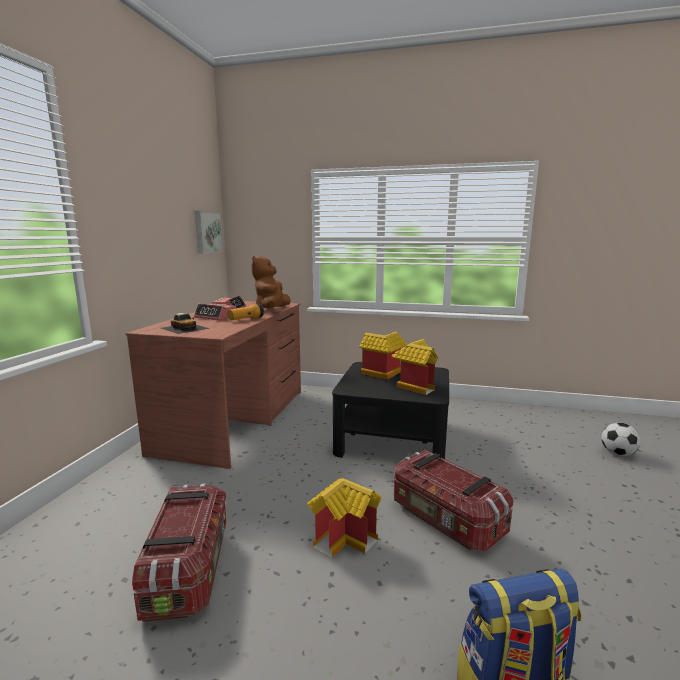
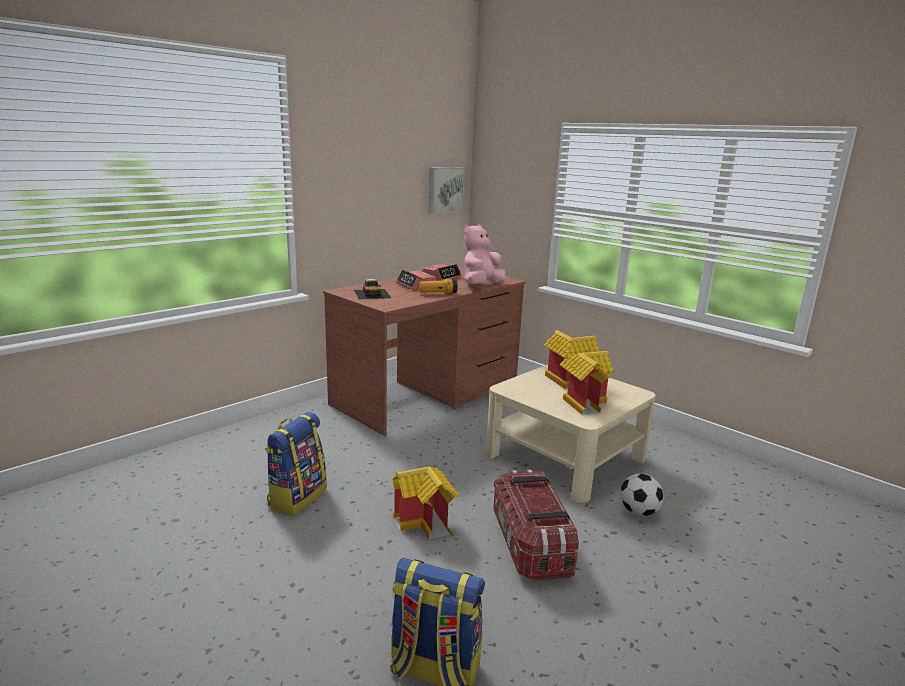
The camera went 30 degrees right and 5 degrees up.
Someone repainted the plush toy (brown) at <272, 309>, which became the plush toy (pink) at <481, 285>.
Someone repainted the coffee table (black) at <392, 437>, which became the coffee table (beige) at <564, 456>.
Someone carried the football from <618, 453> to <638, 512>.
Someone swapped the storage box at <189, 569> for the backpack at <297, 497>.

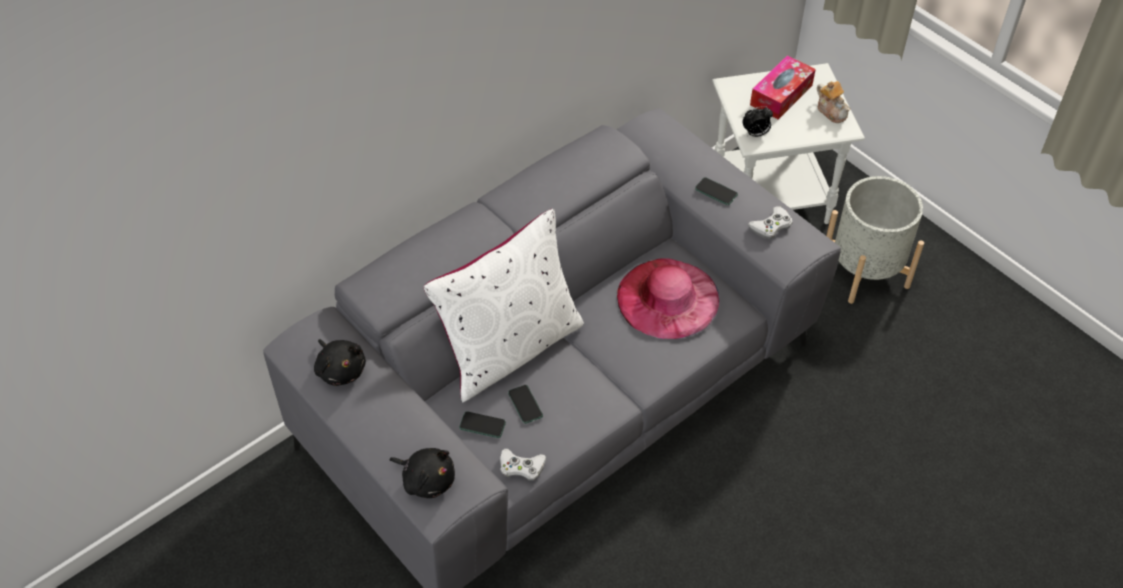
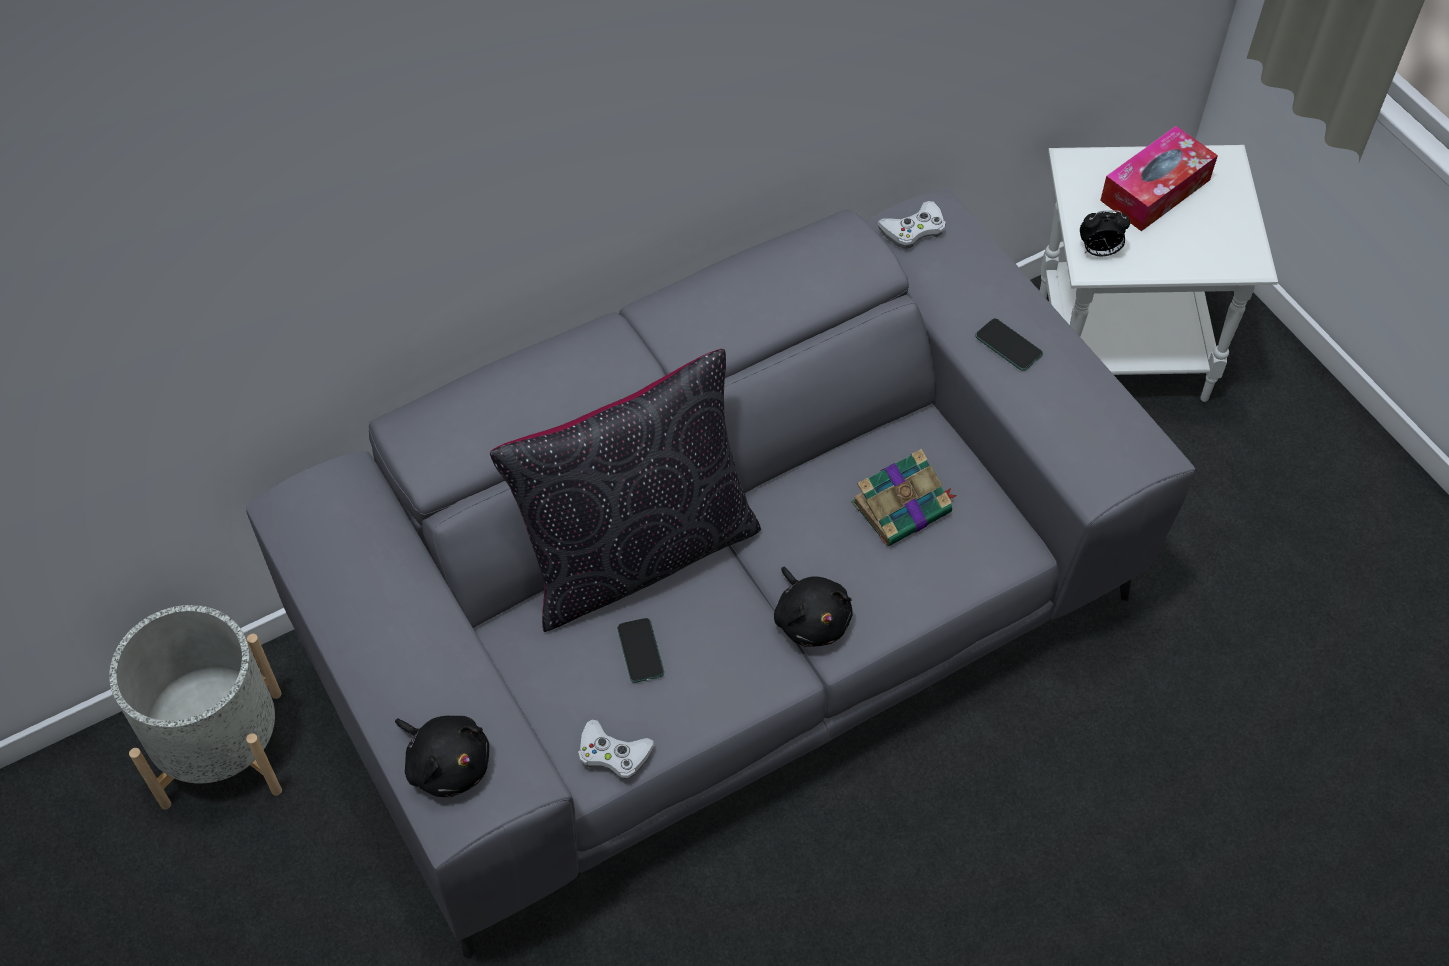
The camera went 10 degrees right and 5 degrees up.
Someone took away the teapot at <832, 111>.
Someone carried the planter (grey) from <865, 271> to <222, 748>.
Someone carried the game controller (white) from <771, 226> to <913, 230>.
Someone repainted the pillow (white) at <509, 348>, which became the pillow (black) at <637, 552>.
Someone swapped the hat (pink) at <668, 298> for the book at <903, 507>.
Someone carried the plush toy (black) from <340, 369> to <811, 619>.
Someone took away the phone at <482, 425>.

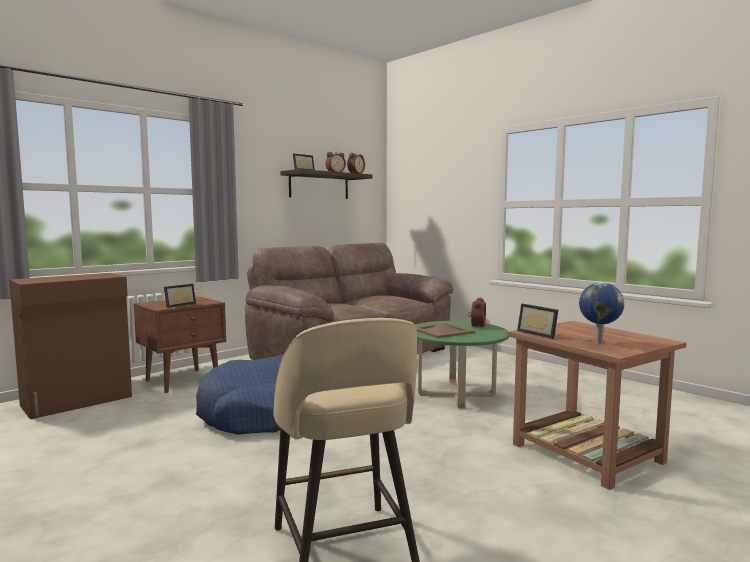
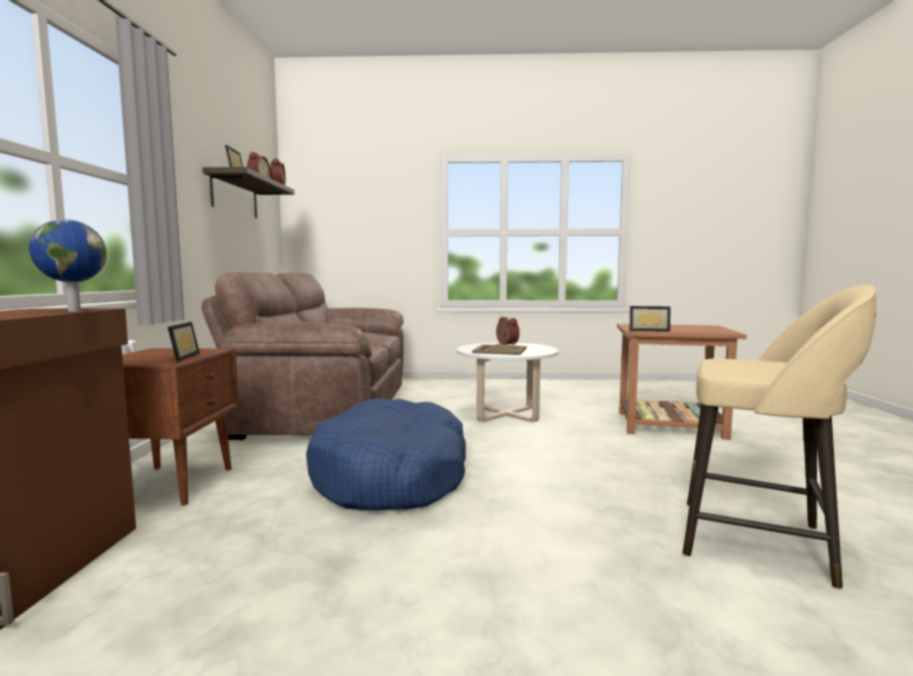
The camera went 45 degrees left and 0 degrees up.
Someone carried the globe from <598, 342> to <73, 311>.
Someone repainted the coffee table (green) at <456, 395>, which became the coffee table (white) at <506, 414>.

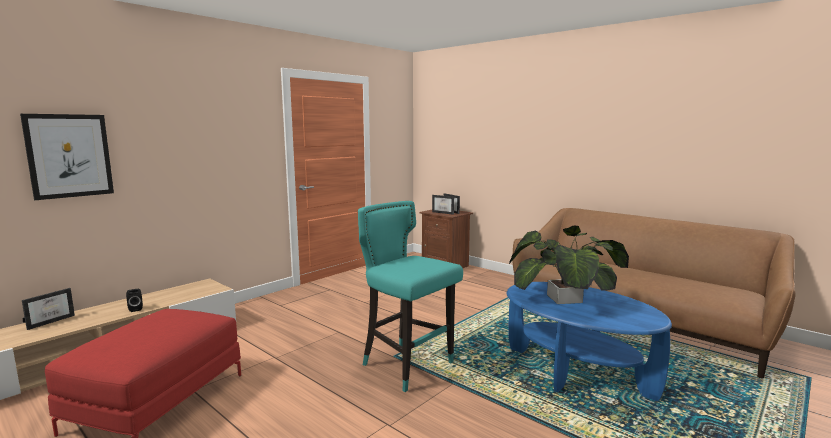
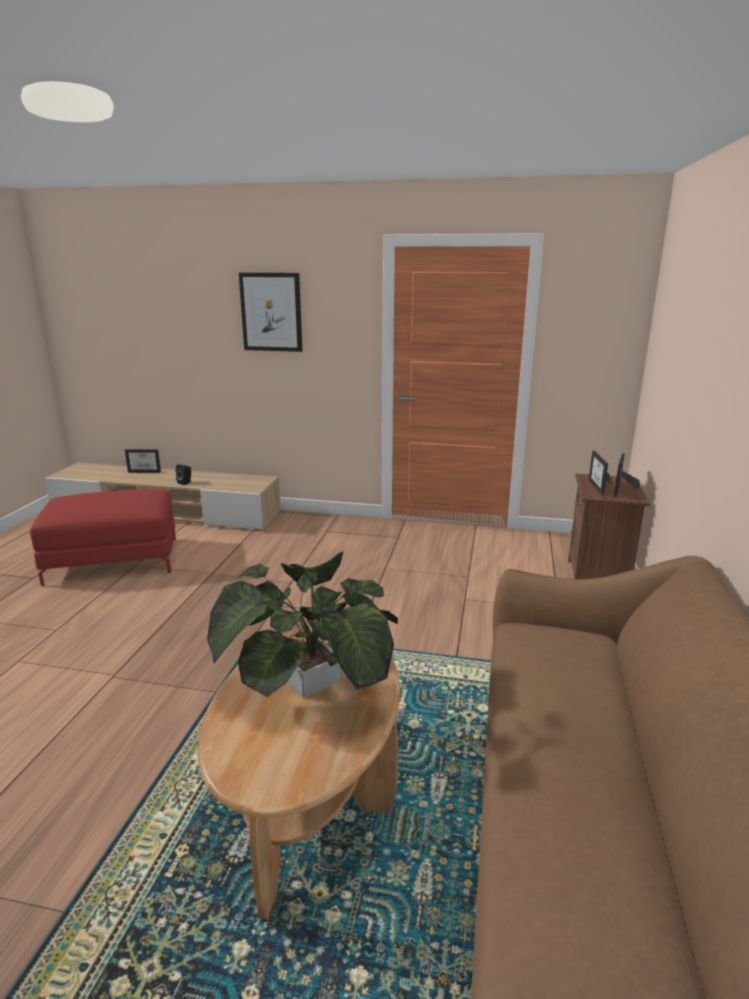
The camera went 60 degrees right and 10 degrees up.
Someone carried the picture from <69, 156> to <271, 312>.
Someone took away the stool (turquoise) at <407, 366>.
Someone repainted the coffee table (blue) at <577, 373>, which became the coffee table (brown) at <310, 799>.

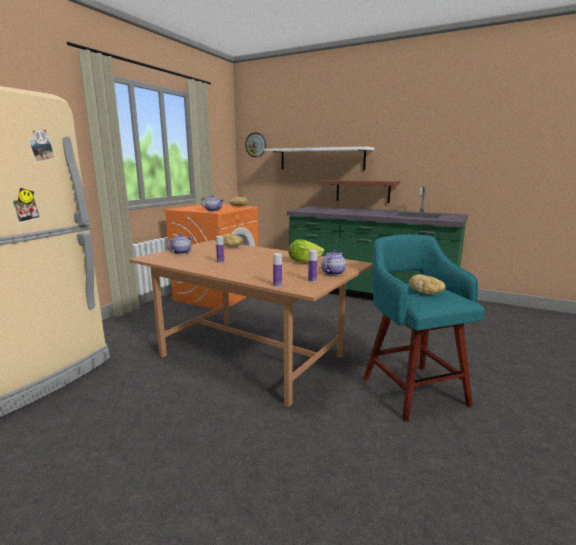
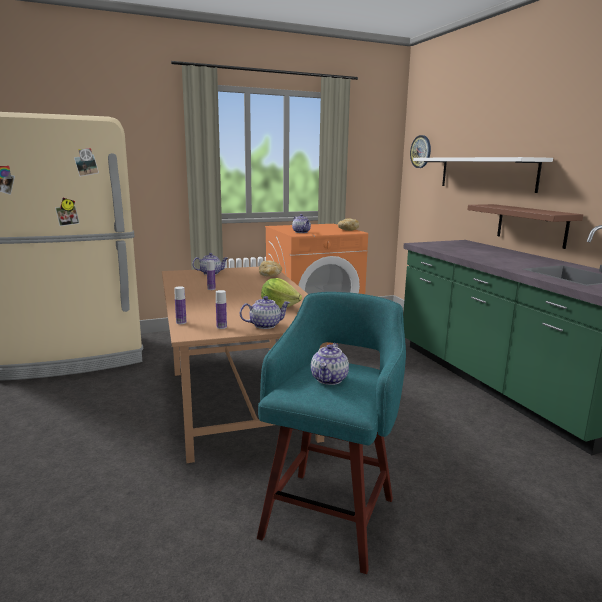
The camera went 40 degrees right and 0 degrees up.
Someone swapped the bread at <426, 292> for the teapot at <329, 379>.

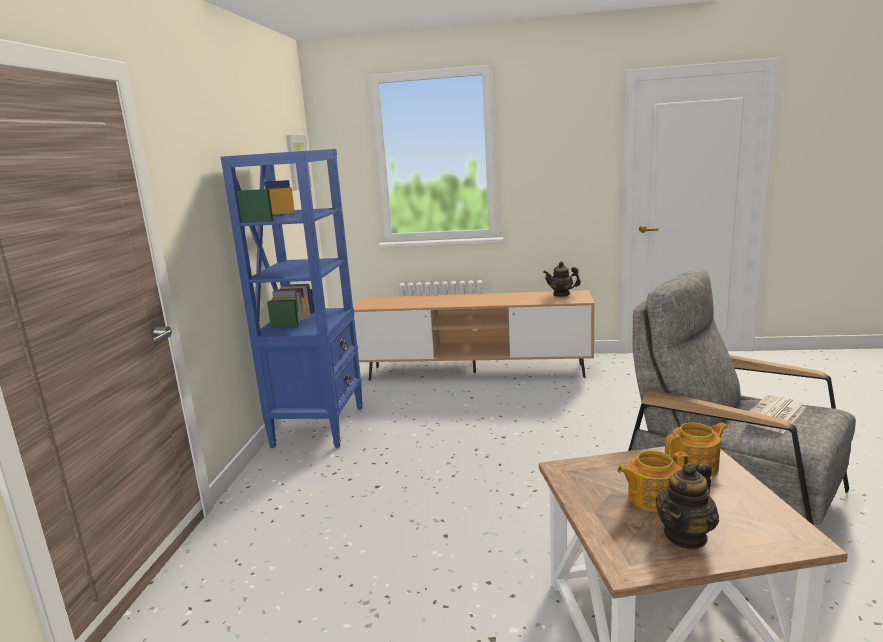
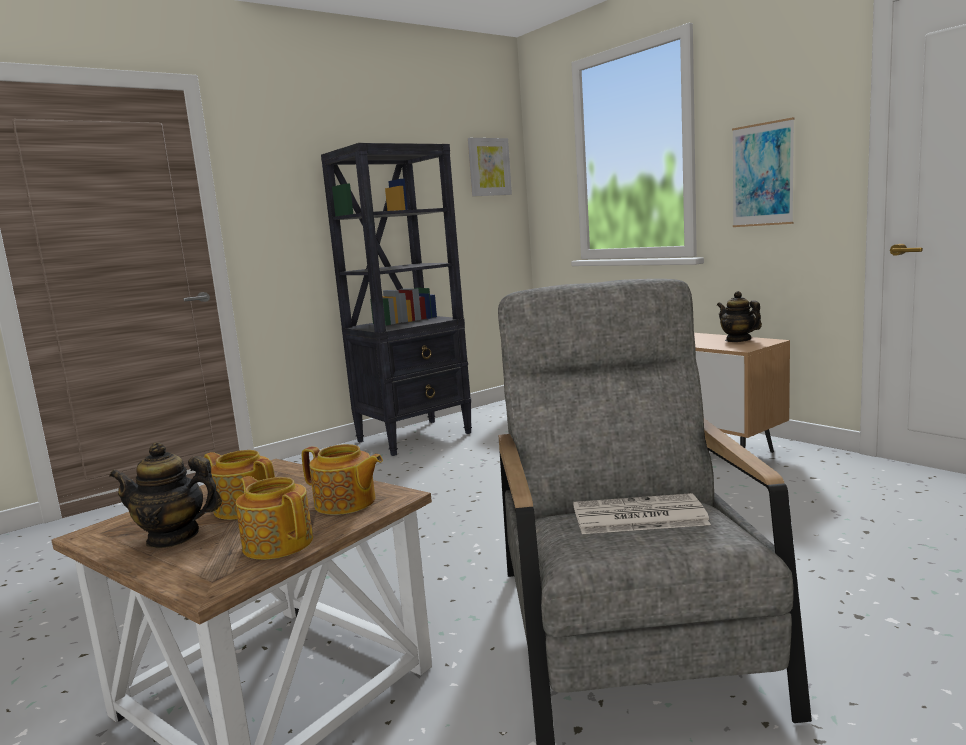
The camera went 45 degrees right and 5 degrees down.
Someone repainted the bookcase (blue) at <319, 426>, which became the bookcase (black) at <415, 437>.
Someone put up the picture at <762, 175>.
Someone put down the teapot at <278, 543>.

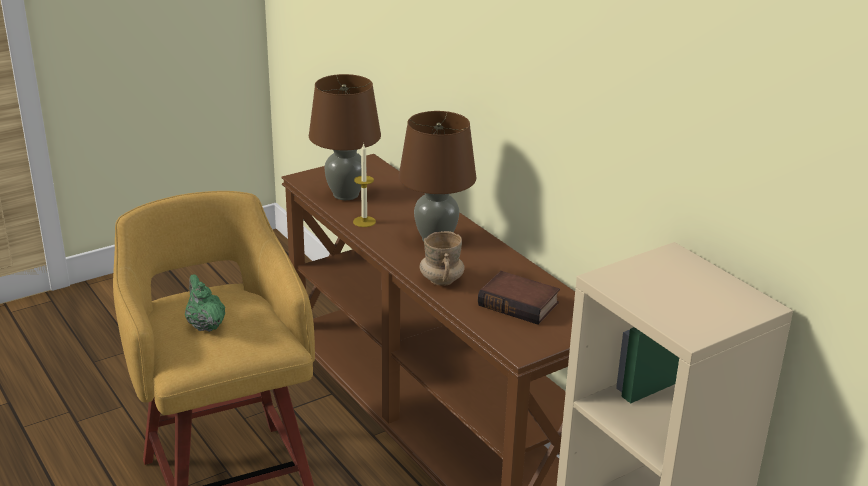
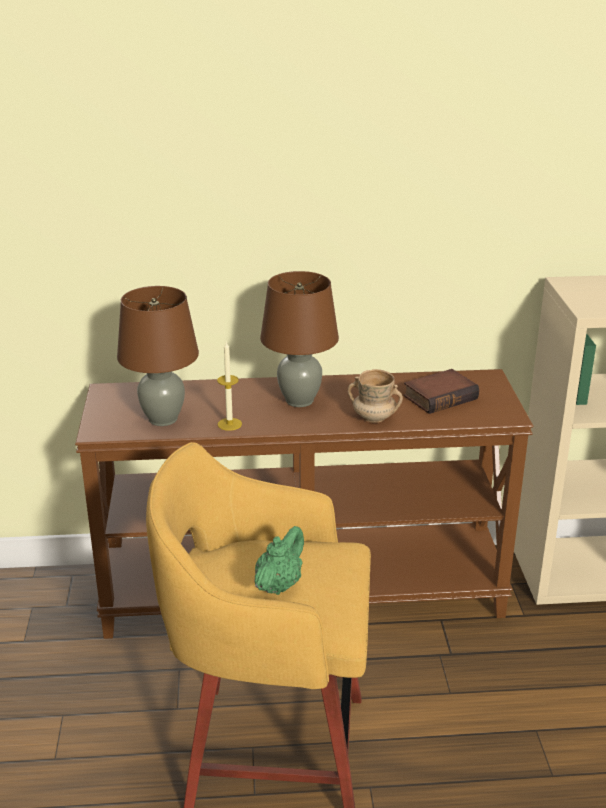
The camera went 60 degrees left and 0 degrees up.
Someone rotated the teapot (green) at <205, 325> by 120 degrees clockwise.

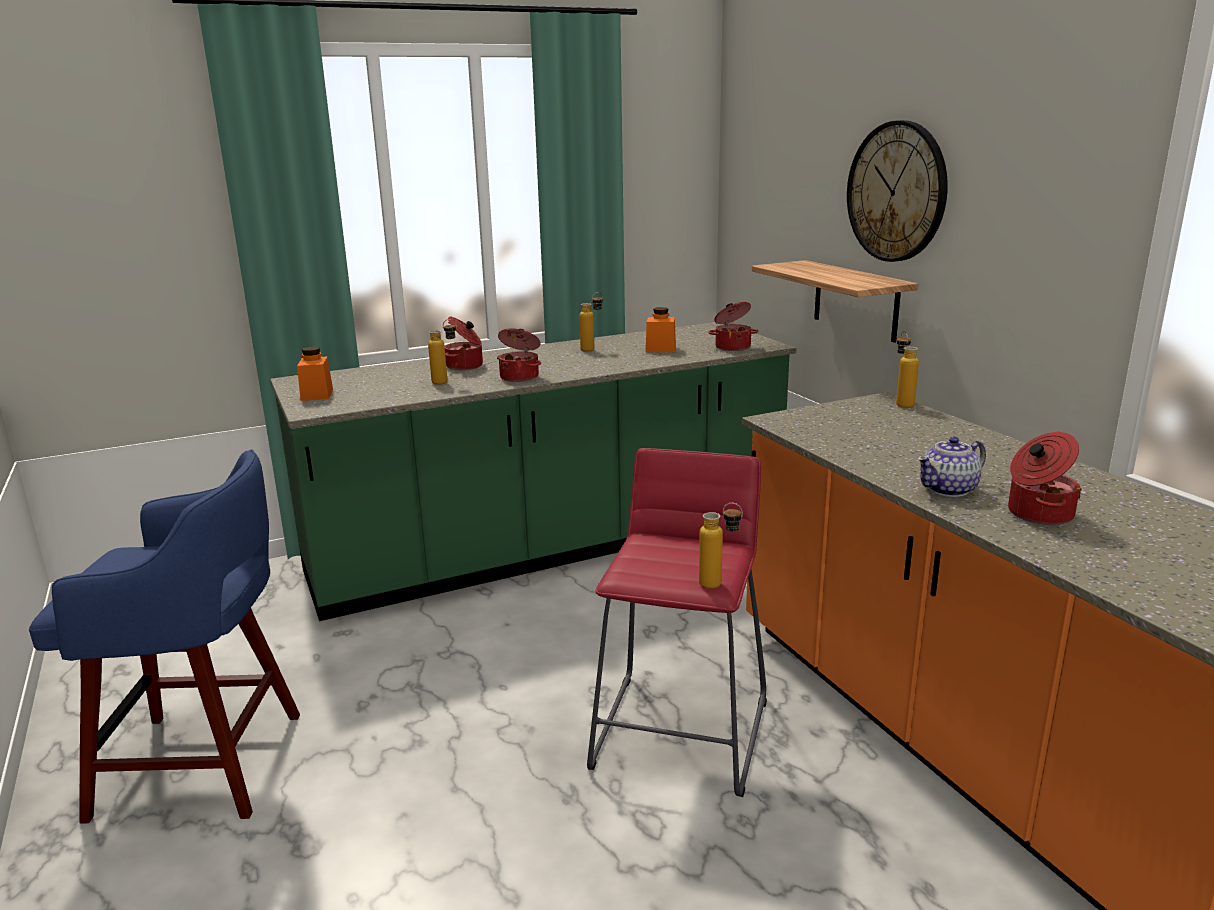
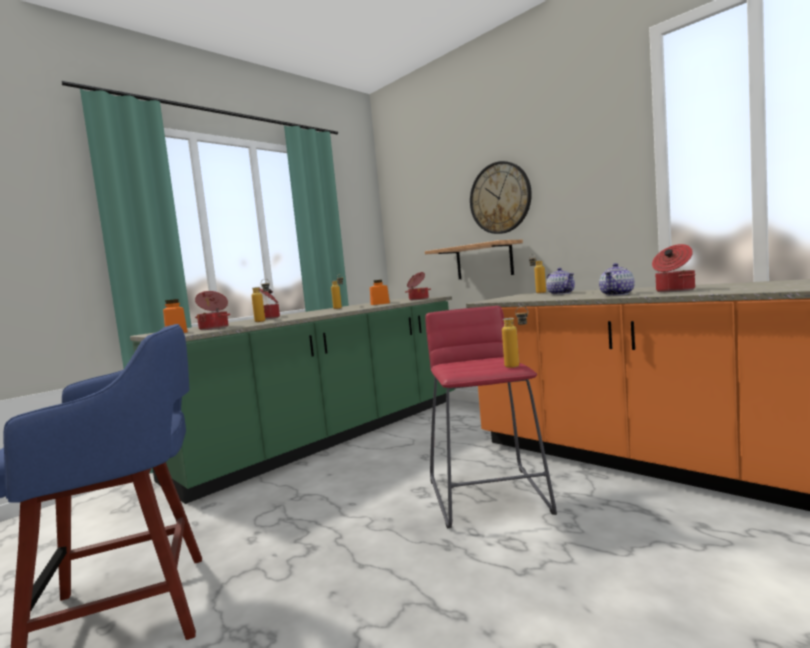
The camera went 20 degrees left and 15 degrees down.
Someone carried the cooking pot from <520, 377> to <214, 328>.
Someone put down the teapot at <561, 293>.

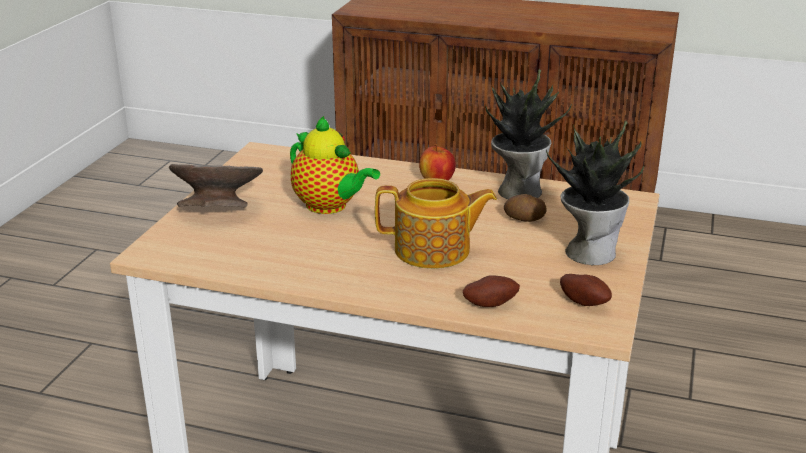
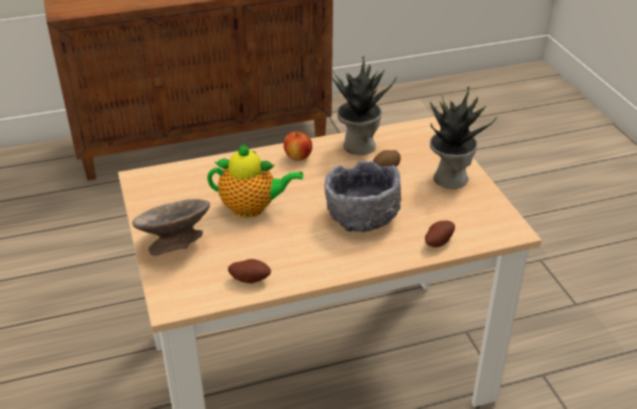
The camera went 35 degrees left and 10 degrees up.
Someone swapped the teapot at <434, 251> for the bowl (grey) at <361, 216>.
Someone carried the potato from <585, 302> to <250, 278>.

